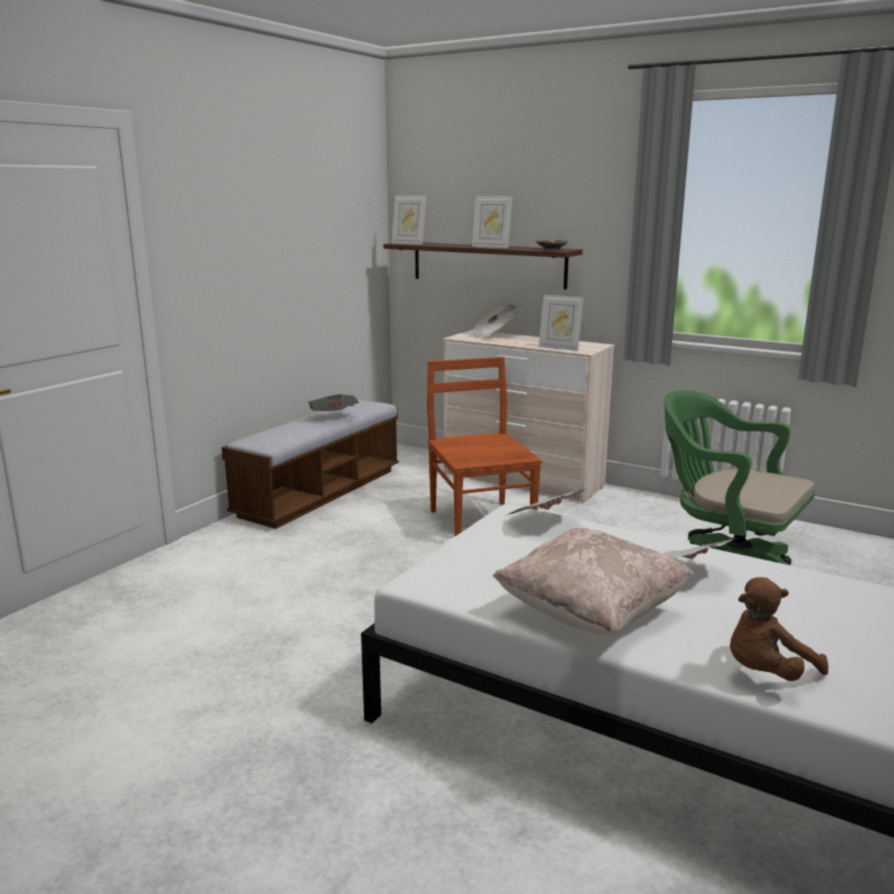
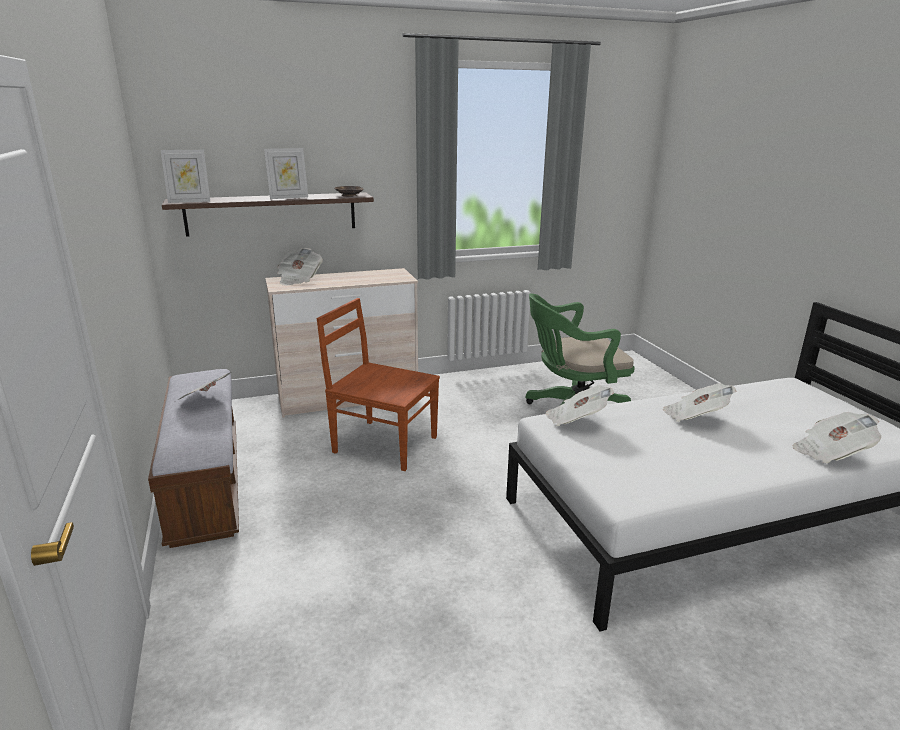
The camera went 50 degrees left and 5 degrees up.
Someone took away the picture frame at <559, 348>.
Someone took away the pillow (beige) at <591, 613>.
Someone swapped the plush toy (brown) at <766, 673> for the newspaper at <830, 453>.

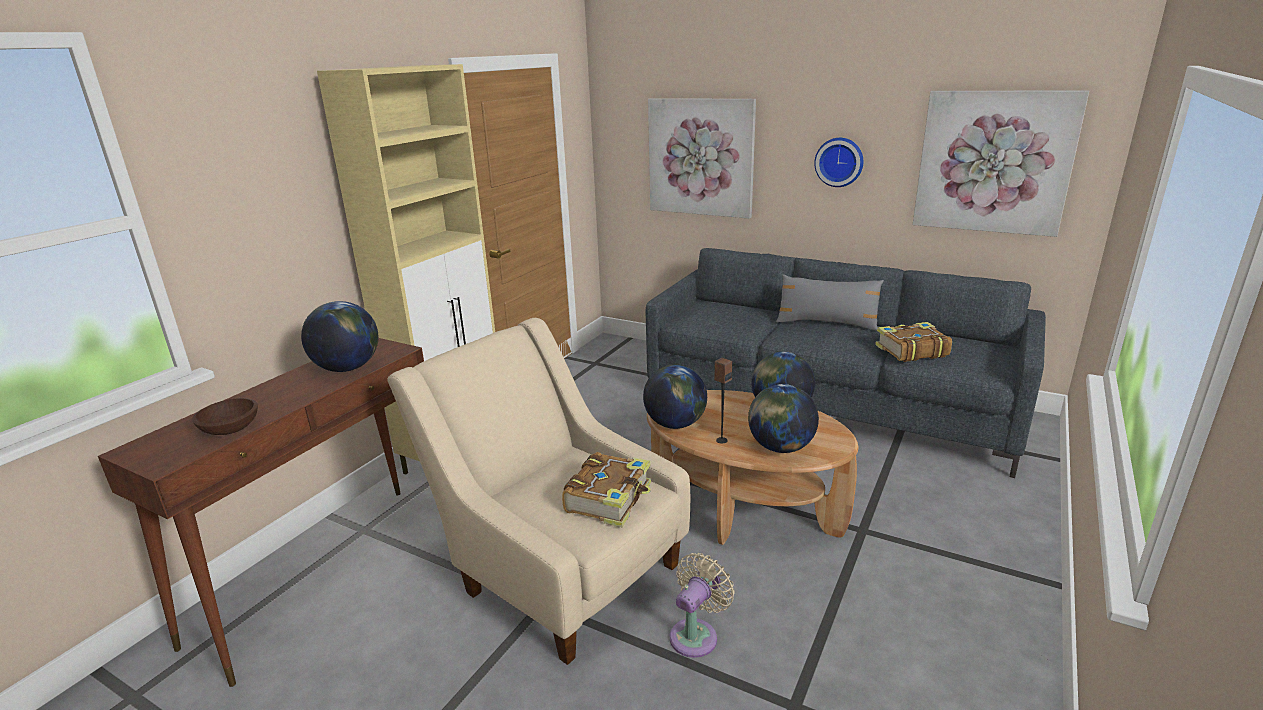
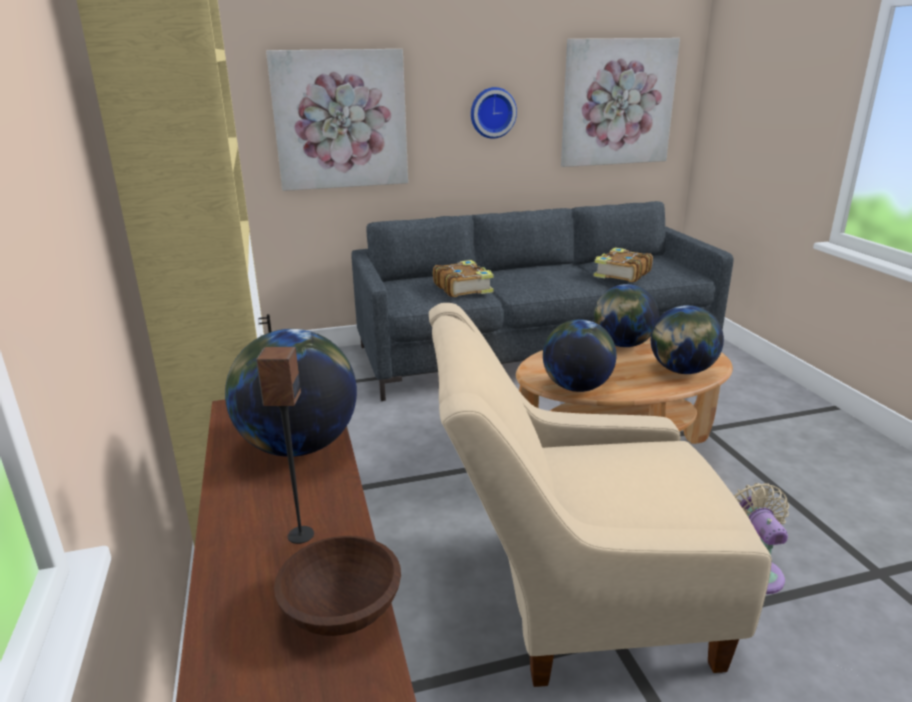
The camera went 45 degrees left and 0 degrees up.
Someone took away the pillow (grey) at <826, 323>.
Someone carried the speaker from <721, 440> to <300, 535>.
Someone carried the book from <610, 498> to <463, 287>.

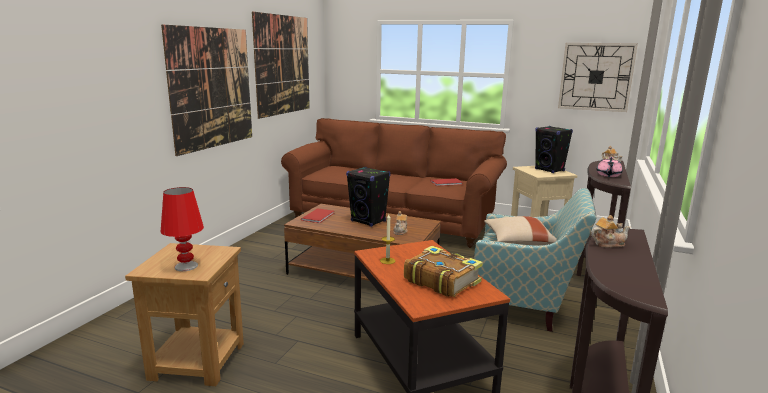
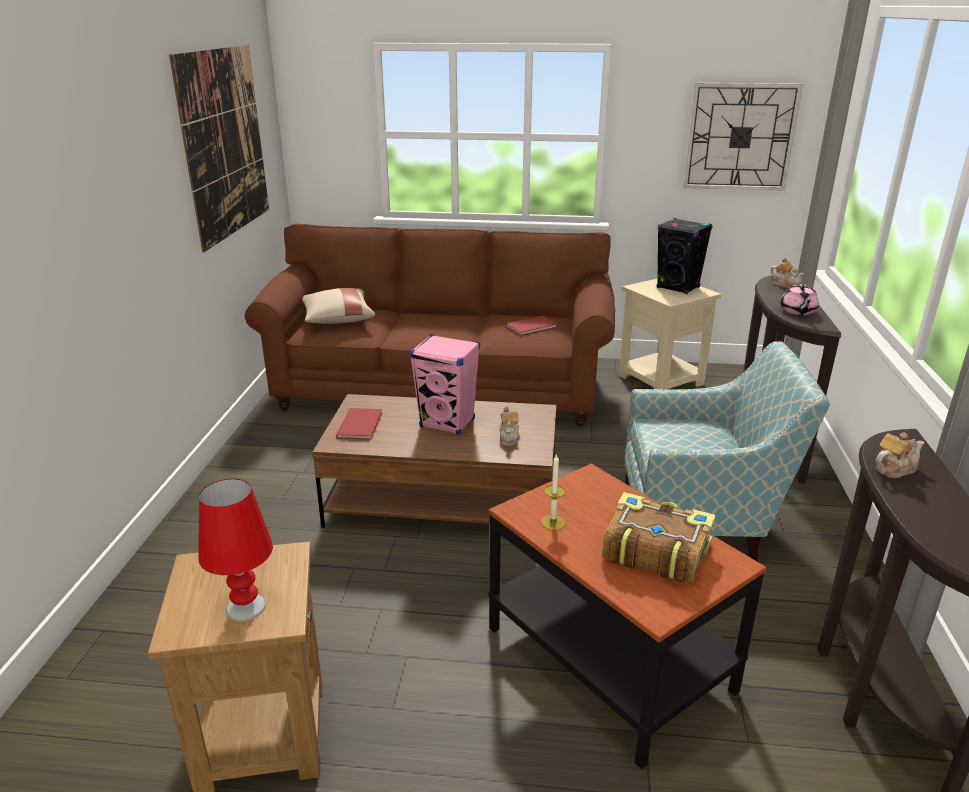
The camera went 15 degrees left and 10 degrees up.
Someone took away the picture at <212, 88>.
Someone repainted the speaker (black) at <368, 221>, which became the speaker (pink) at <447, 423>.
Someone carried the pillow (beige) from <518, 243> to <337, 319>.

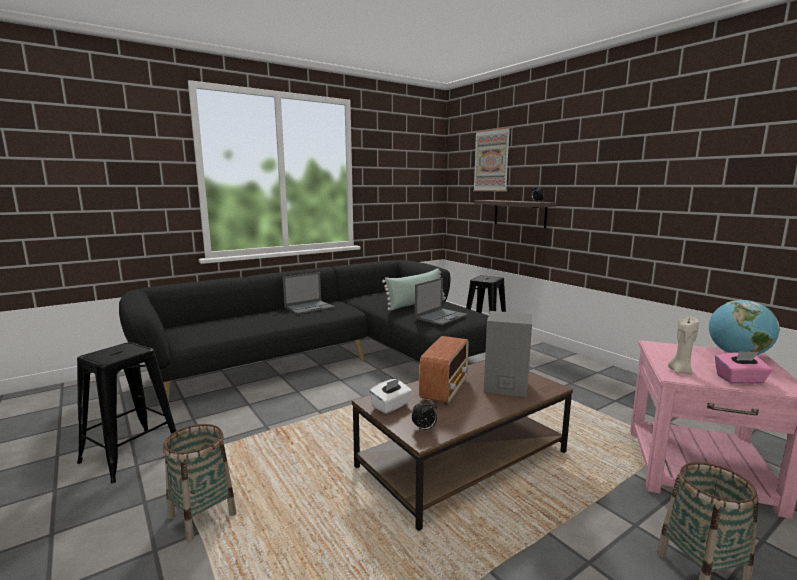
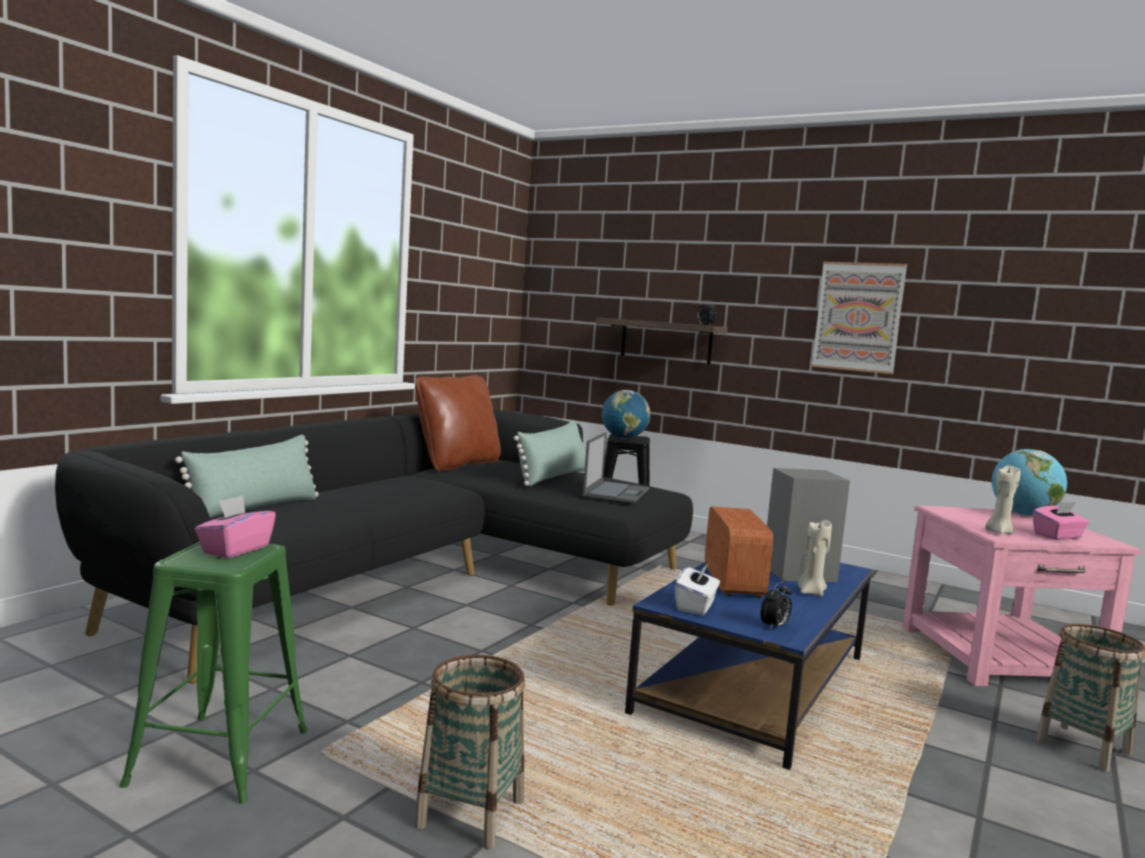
The camera went 25 degrees left and 5 degrees down.
Someone carried the picture from <491, 160> to <858, 317>.
Someone took away the laptop at <309, 307>.
Someone repainted the stool (black) at <131, 454>, which became the stool (green) at <220, 757>.
Someone repainted the coffee table (brown) at <463, 459>, which became the coffee table (blue) at <754, 683>.
Someone put down the pillow (brown) at <457, 464>.
Someone put down the globe at <623, 438>.
Someone put down the pillow (green) at <254, 508>.
Someone put down the tissue box (pink) at <235, 550>.
Someone put down the candle (beige) at <811, 592>.

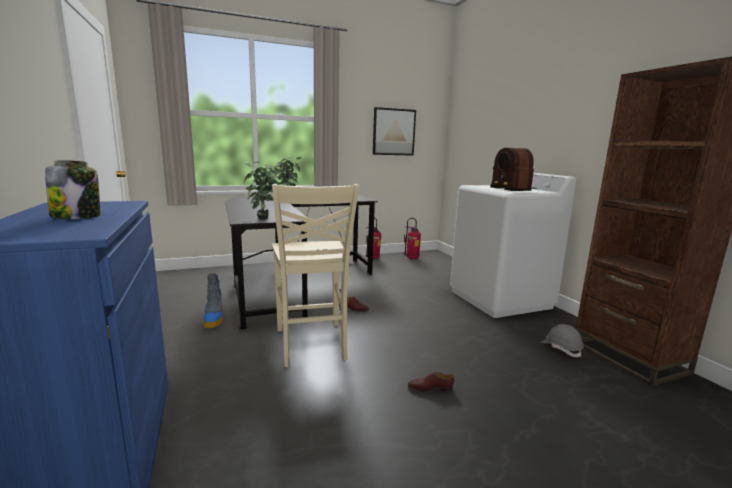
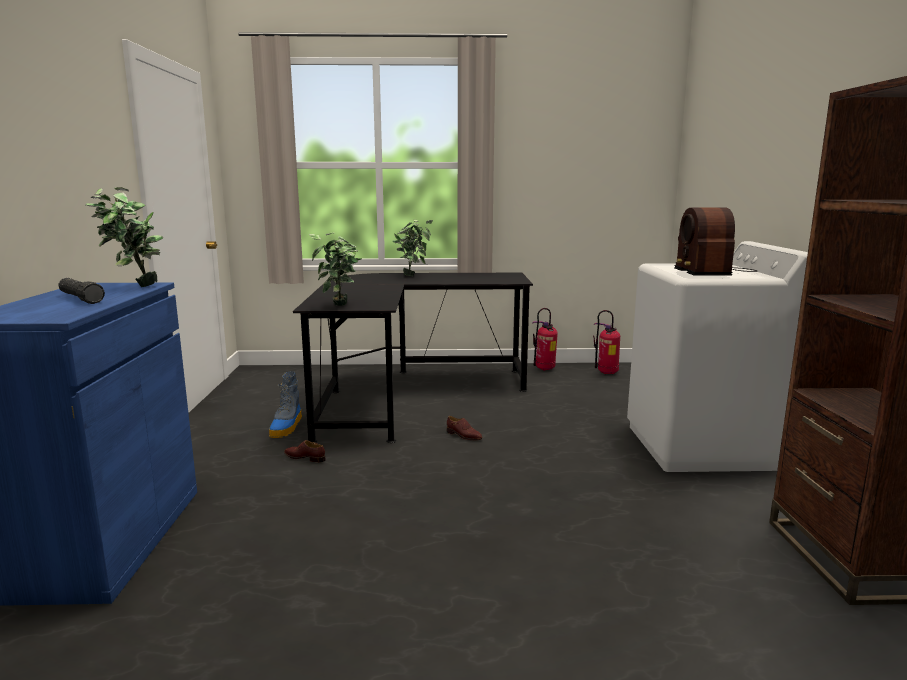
The camera went 20 degrees right and 0 degrees up.
Someone took away the picture at <394, 132>.
Someone swapped the jar at <77, 216> for the flashlight (black) at <81, 299>.
Someone took away the chair (beige) at <311, 345>.
Someone took away the hard hat (grey) at <561, 348>.
Someone carried the shoe (brown) from <430, 388> to <305, 457>.
Someone put down the potted plant at <133, 287>.

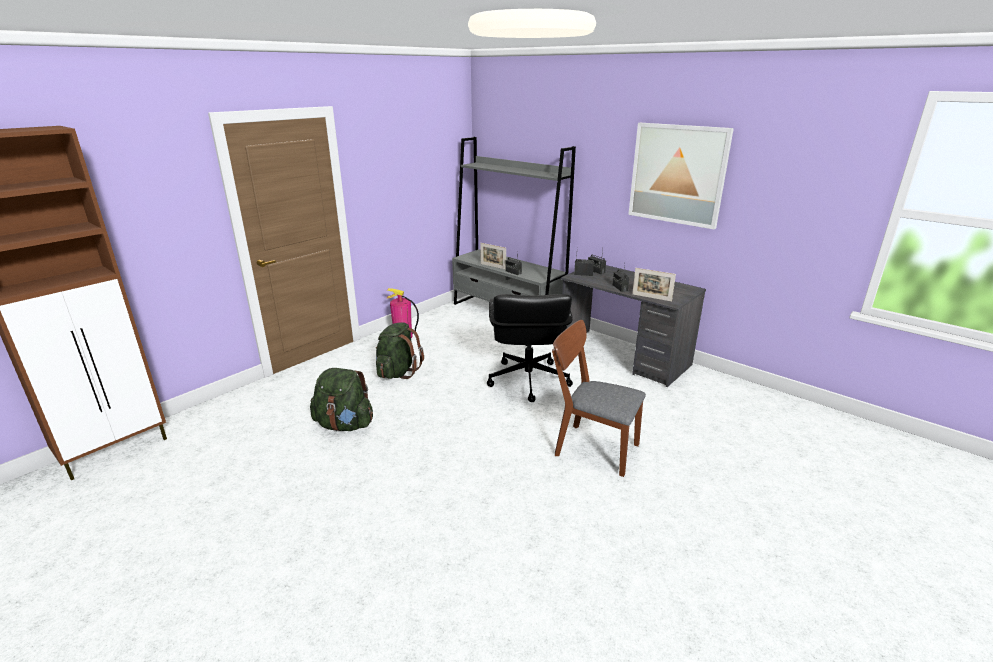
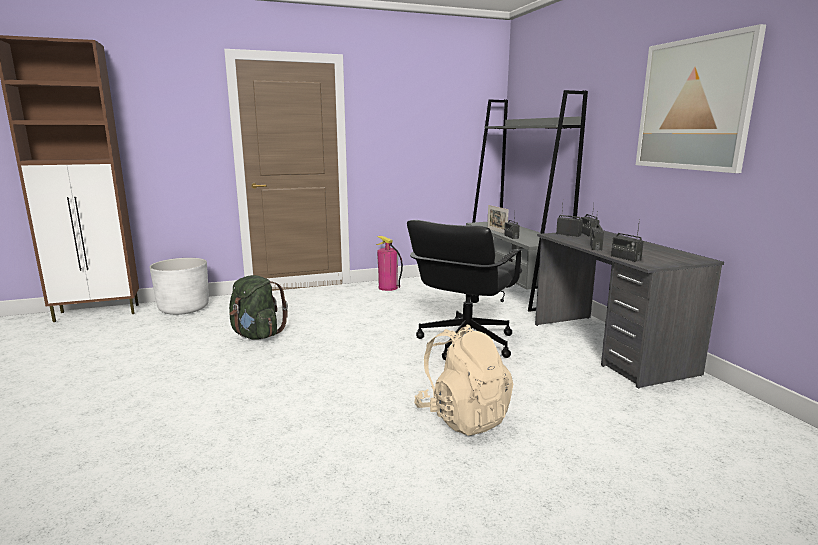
The camera went 30 degrees right and 10 degrees down.
Someone swapped the picture frame at <651, 297> for the radio at <625, 258>.
Someone swapped the chair (brown) at <590, 447> for the backpack (beige) at <462, 417>.
Someone took away the backpack (green) at <398, 372>.
Someone put down the planter (white) at <184, 308>.

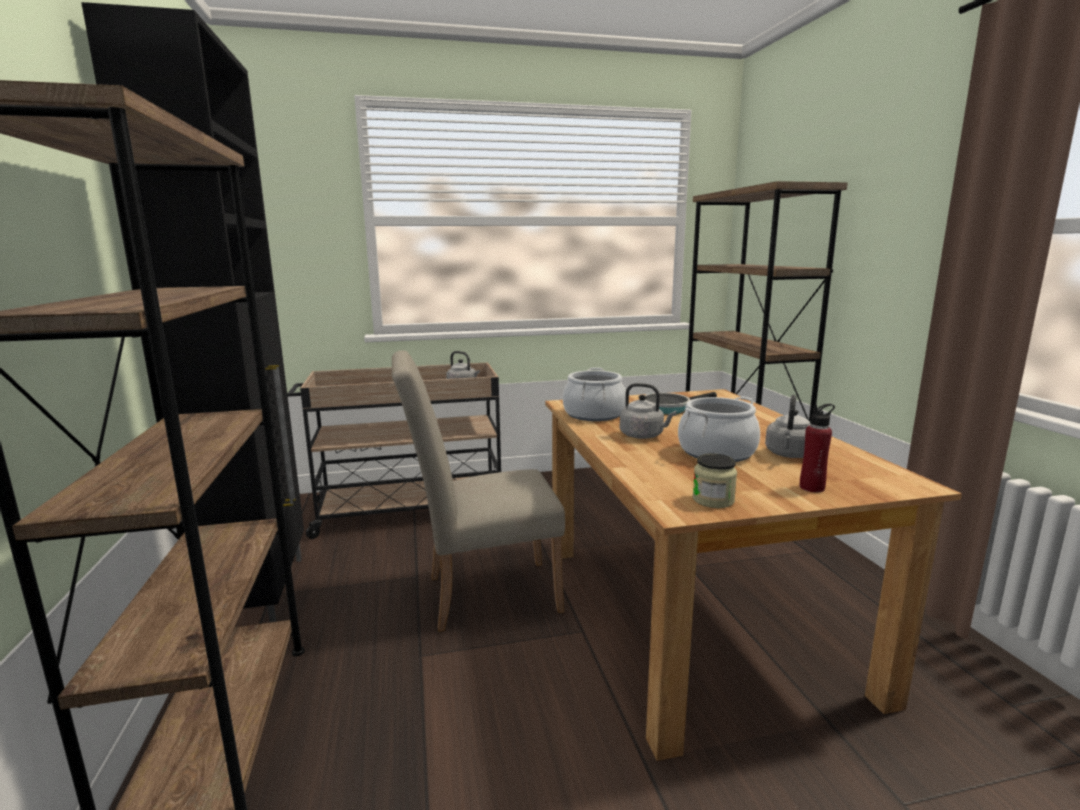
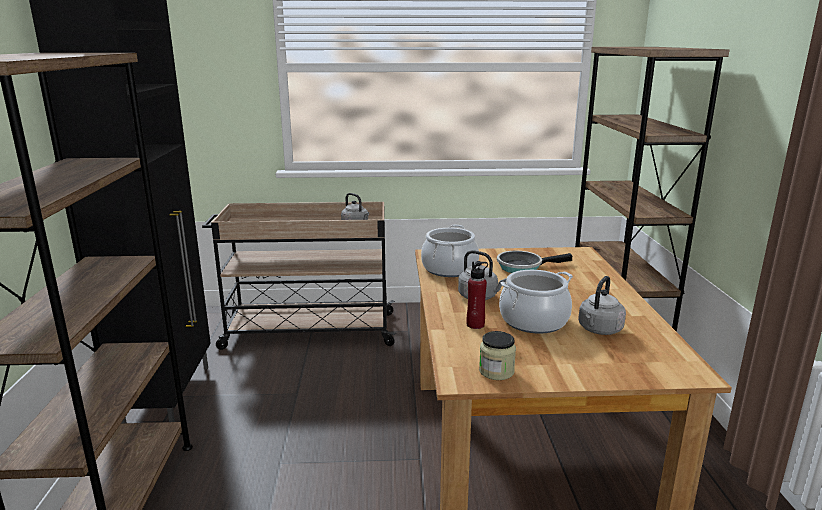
The camera went 10 degrees right and 5 degrees up.
Someone took away the chair (beige) at <481, 594>.
Someone carried the bottle (red) from <812, 487> to <475, 324>.

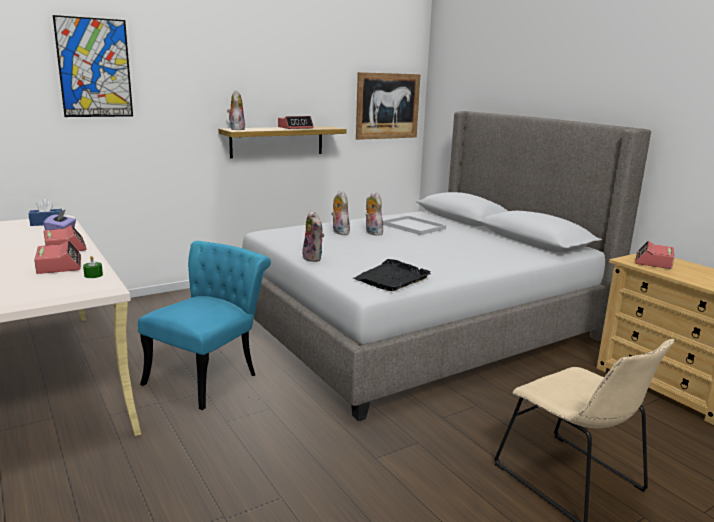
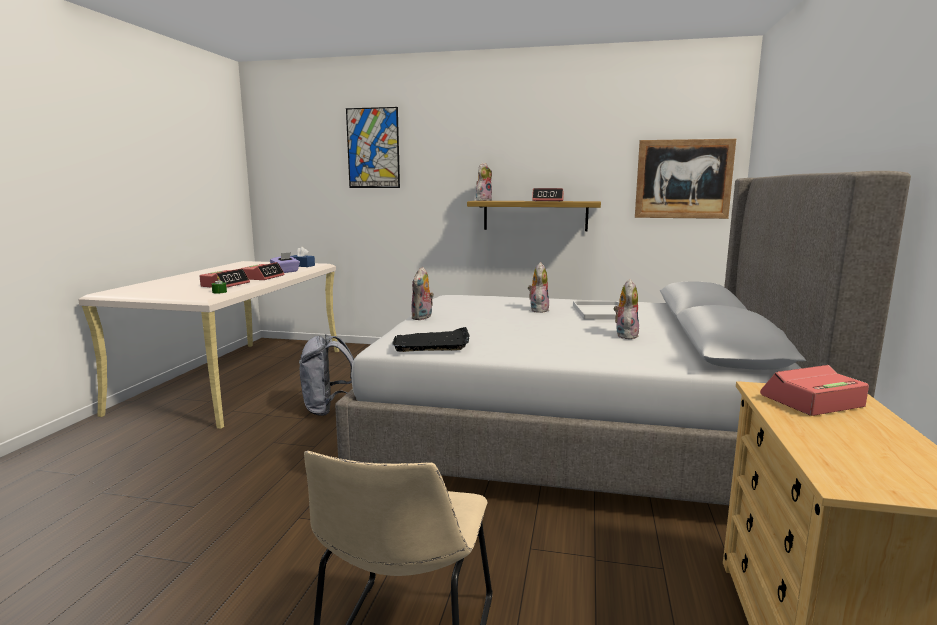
The camera went 45 degrees right and 5 degrees down.
Someone carried the plush toy from <339, 232> to <625, 335>.
Someone swapped the chair (turquoise) at <209, 375> for the backpack (grey) at <328, 409>.

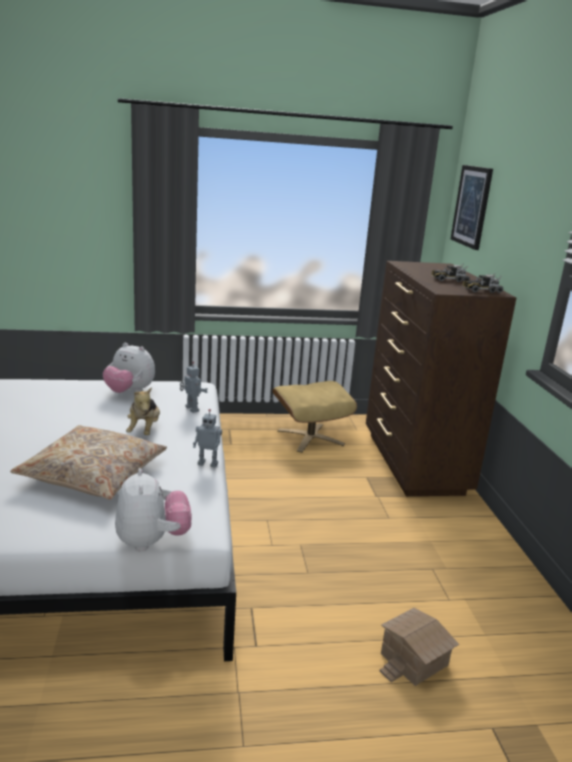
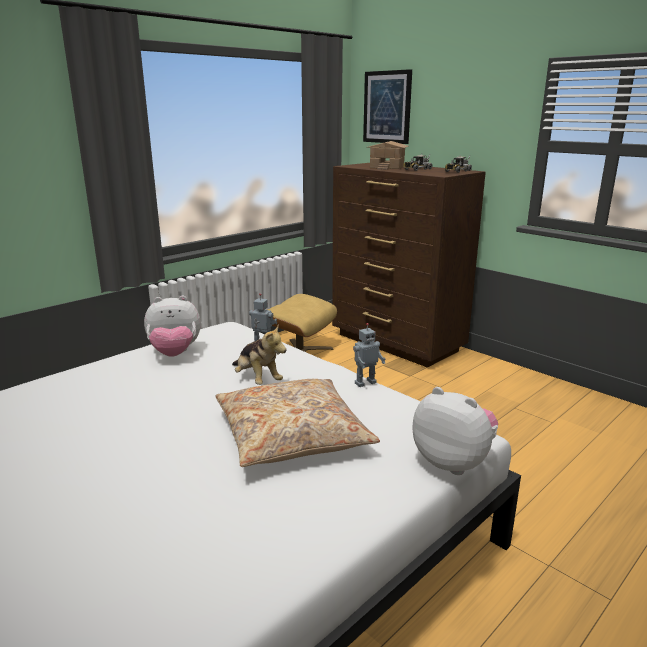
The camera went 35 degrees left and 0 degrees up.
Someone carried the toy house from <413, 658> to <386, 167>.

